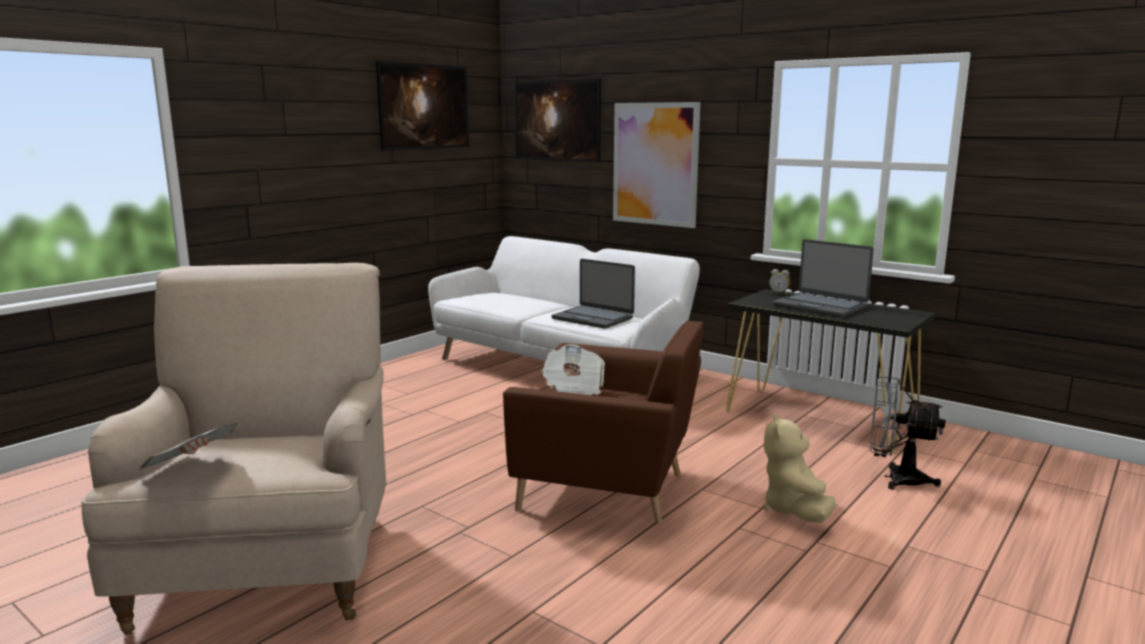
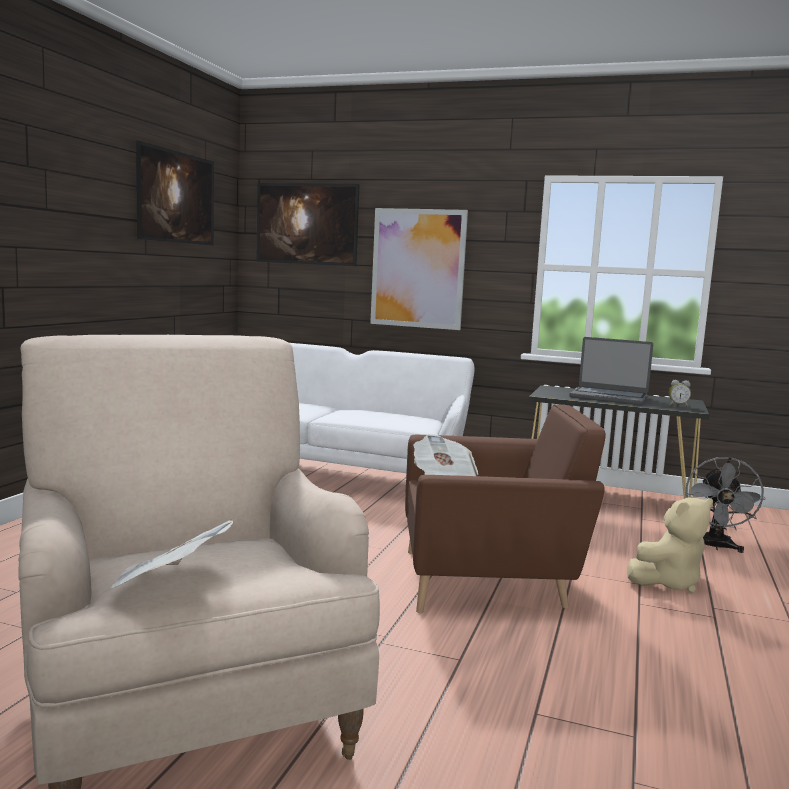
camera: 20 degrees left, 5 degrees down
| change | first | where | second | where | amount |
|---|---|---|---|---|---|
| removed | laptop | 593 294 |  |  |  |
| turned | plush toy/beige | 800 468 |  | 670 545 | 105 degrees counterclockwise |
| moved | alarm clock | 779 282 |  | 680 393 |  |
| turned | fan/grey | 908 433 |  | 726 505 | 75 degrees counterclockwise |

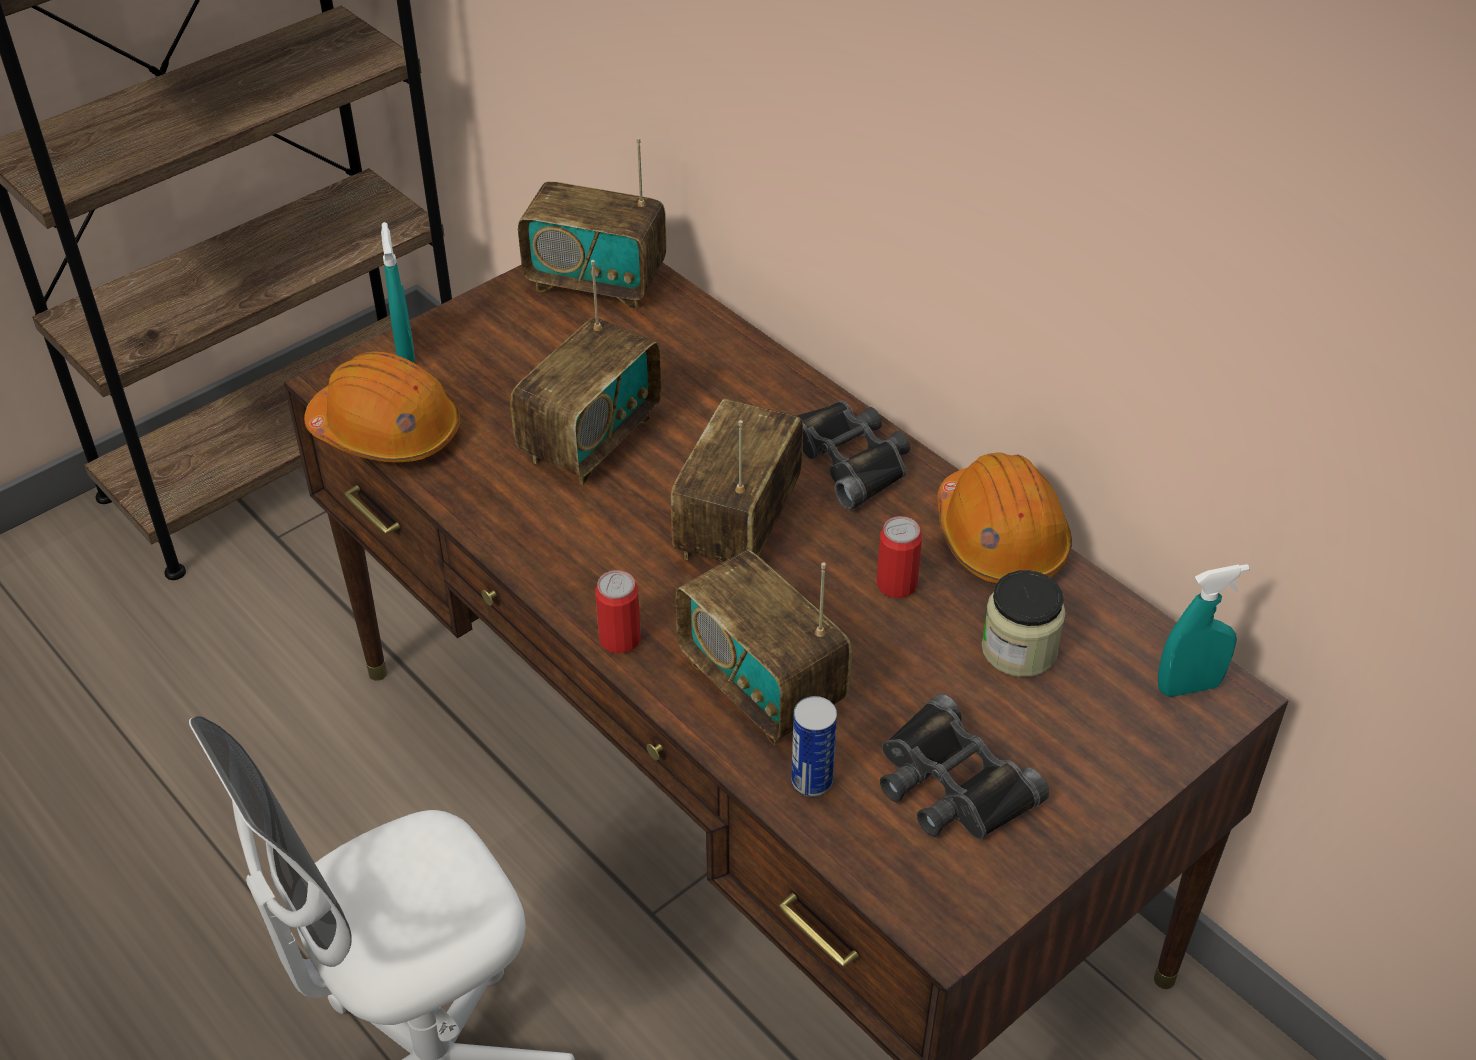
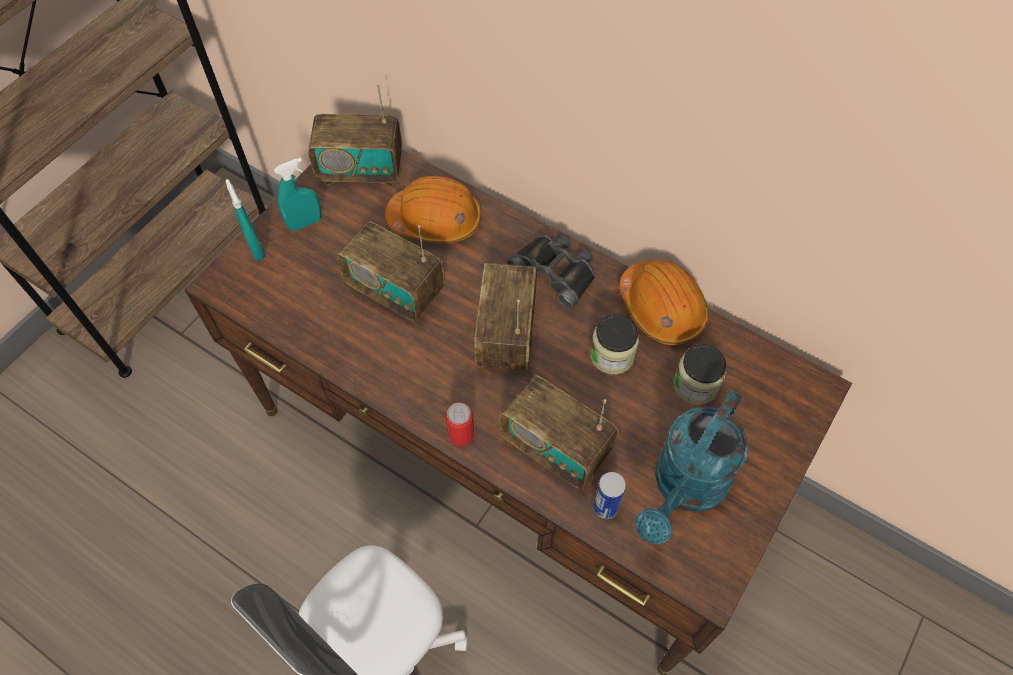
camera: 15 degrees left, 15 degrees up
| change | first | where | second | where | amount |
|---|---|---|---|---|---|
| moved | hard hat/orange | 382 407 |  | 433 209 |  |
| turned | radio | 585 372 |  | 391 272 | 105 degrees clockwise |
| replaced | can | 899 557 | jar | 614 344 |  |
| replaced | binoculars/black | 964 766 | watering can/turquoise | 691 467 |  |
| moved | spray bottle/turquoise | 1203 630 |  | 297 194 |  |

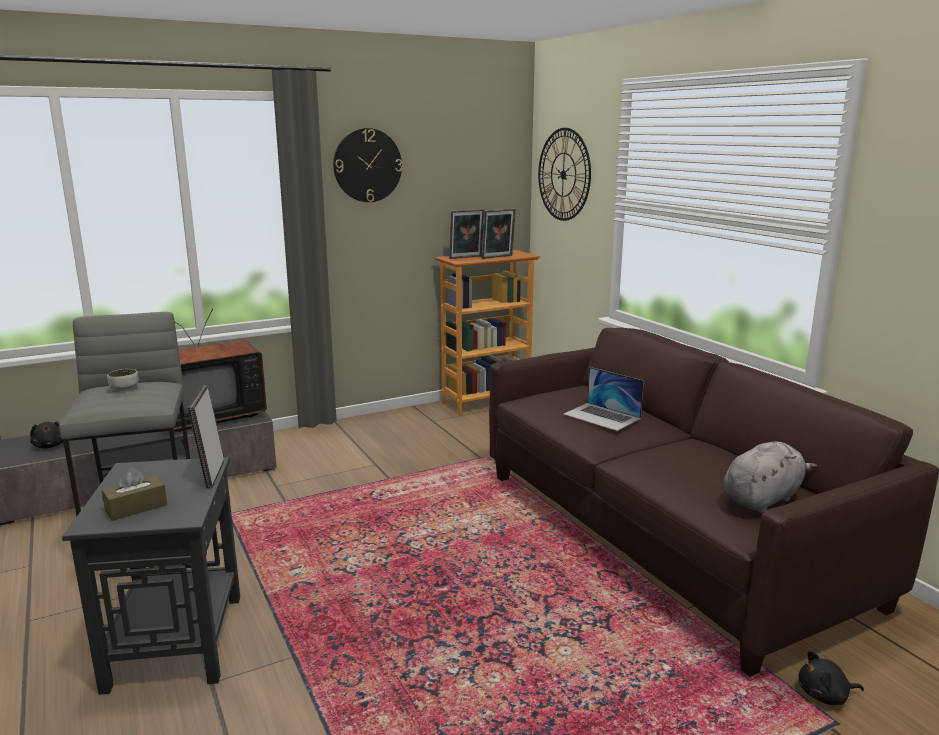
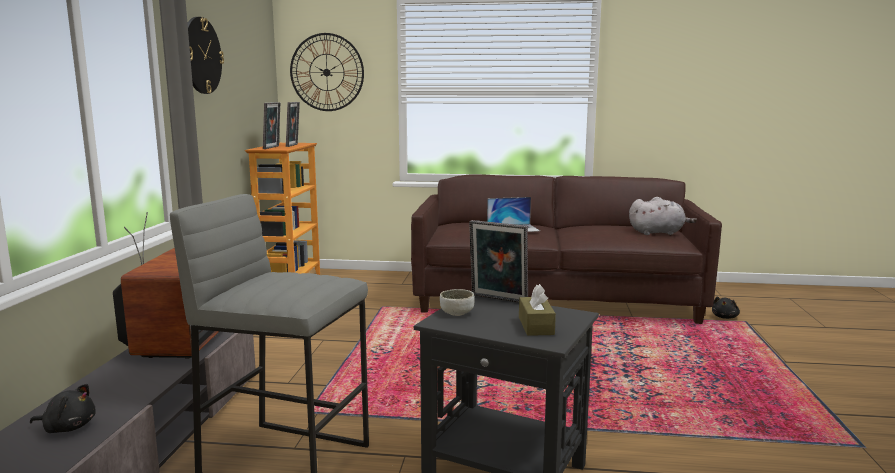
camera: 55 degrees left, 5 degrees down
| change | first | where | second | where | amount |
|---|---|---|---|---|---|
| moved | bowl | 123 380 |  | 457 302 |  |
| turned | plush toy/grey | 770 477 |  | 663 216 | 90 degrees clockwise |

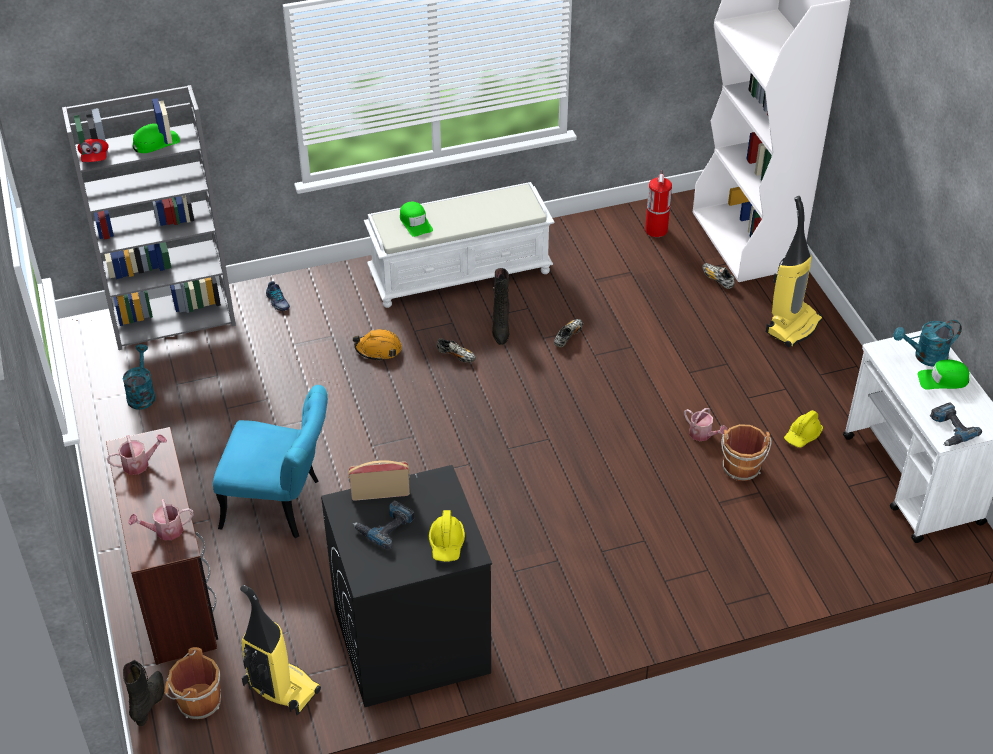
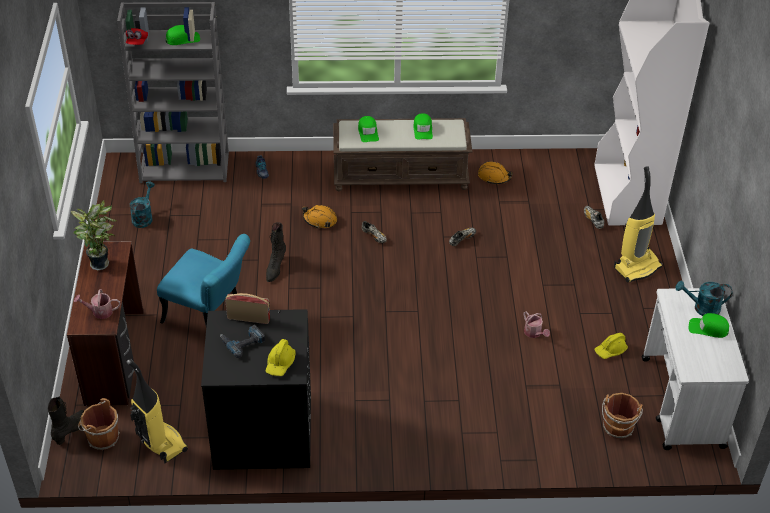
camera: 15 degrees right, 0 degrees up
| change | first | where | second | where | amount |
|---|---|---|---|---|---|
| replaced | watering can | 137 454 | potted plant | 94 235 |  |
| recoloured | bench/white | 459 245 | bench/brown | 402 154 |  |
| moved | boot/black | 501 306 |  | 276 252 |  |
| removed | fire extinguisher | 658 203 |  |  |  |
| moved | bucket/brown | 746 452 |  | 622 416 |  |
| removed | power drill | 956 424 |  |  |  |
| added |  |  | cap/green | 423 126 |  |
| added |  |  | hard hat/orange | 495 173 |  |

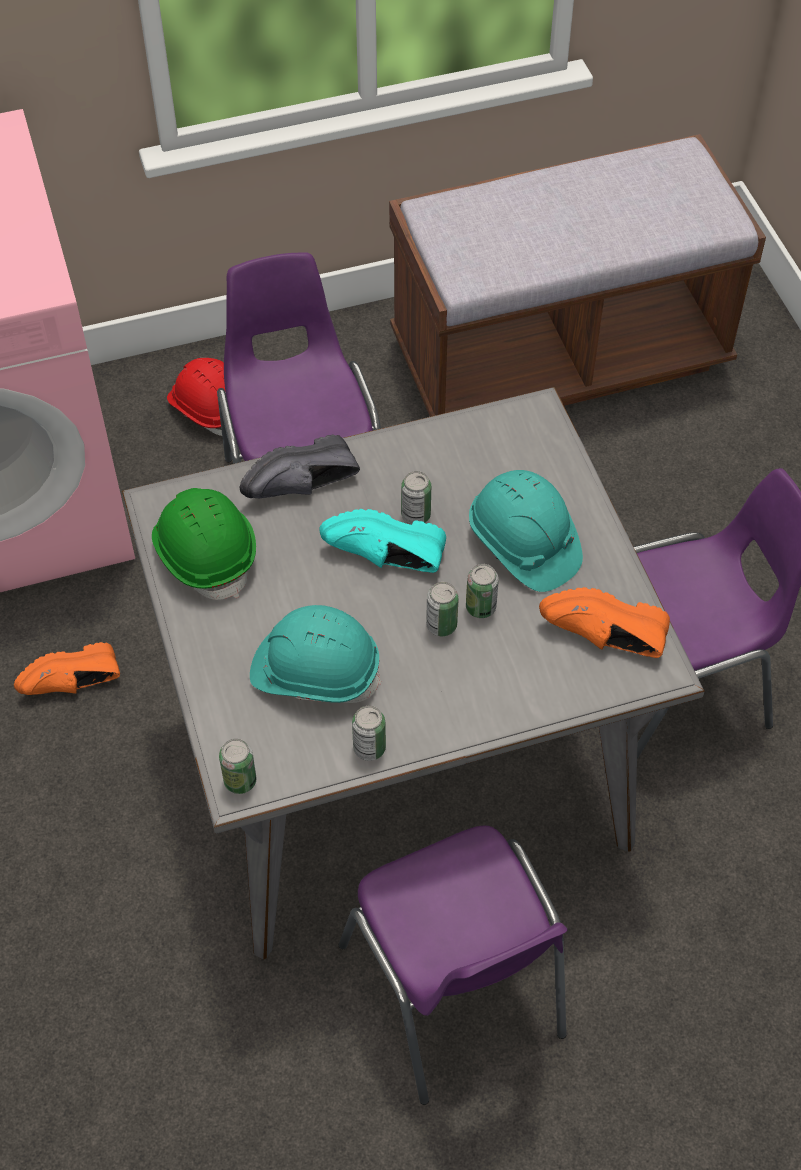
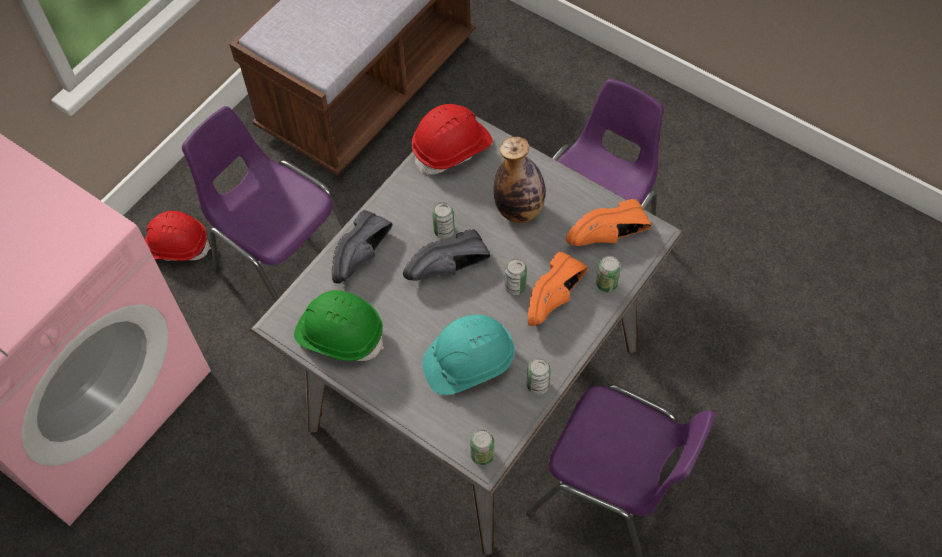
camera: 35 degrees left, 5 degrees up
| change | first | where | second | where | amount |
|---|---|---|---|---|---|
| moved | shoe/orange | 67 668 |  | 558 289 |  |
| recoloured | shoe/turquoise | 382 541 | shoe/black | 446 255 |  |
| moved | can | 482 591 |  | 608 274 |  |
| replaced | hard hat/turquoise | 526 531 | bottle | 519 180 |  |
| added |  |  | hard hat/red | 452 139 |  |

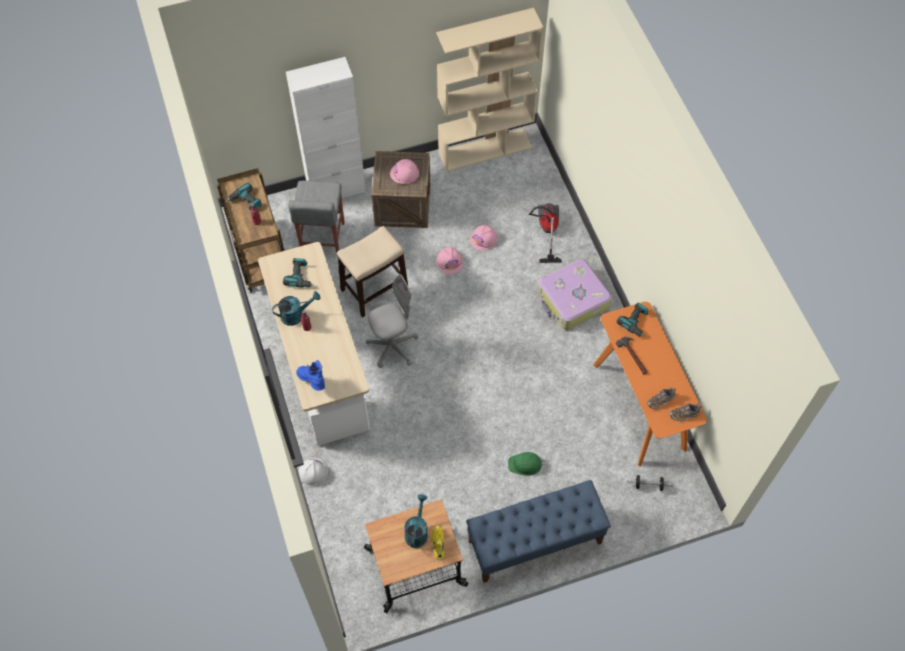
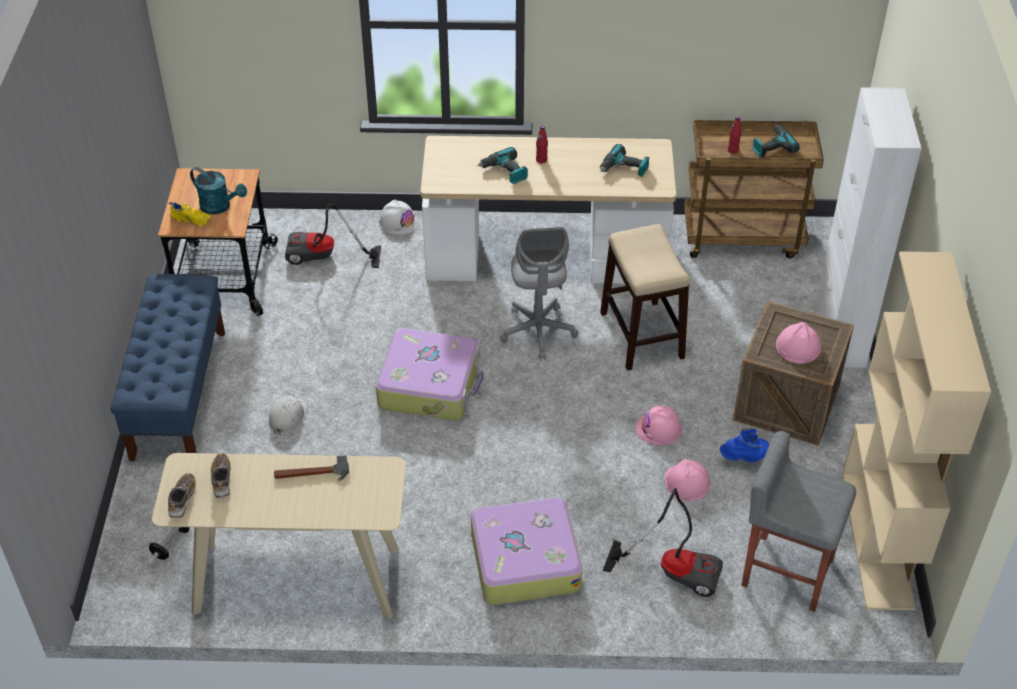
camera: 110 degrees right, 15 degrees down
| change | first | where | second | where | amount |
|---|---|---|---|---|---|
| removed | watering can/turquoise | 296 309 |  |  |  |
| moved | stool/grey | 316 217 |  | 798 521 |  |
| moved | boot/blue | 310 375 |  | 744 445 |  |
| recoloured | hard hat/green | 526 464 | hard hat/white | 288 415 |  |
| recoloured | console table/orange | 650 384 | console table/beige | 279 536 |  |
| moved | power drill | 632 320 |  | 502 165 |  |
| added |  |  | vacuum cleaner | 333 236 |  |
| added |  |  | suitcase | 430 374 |  |

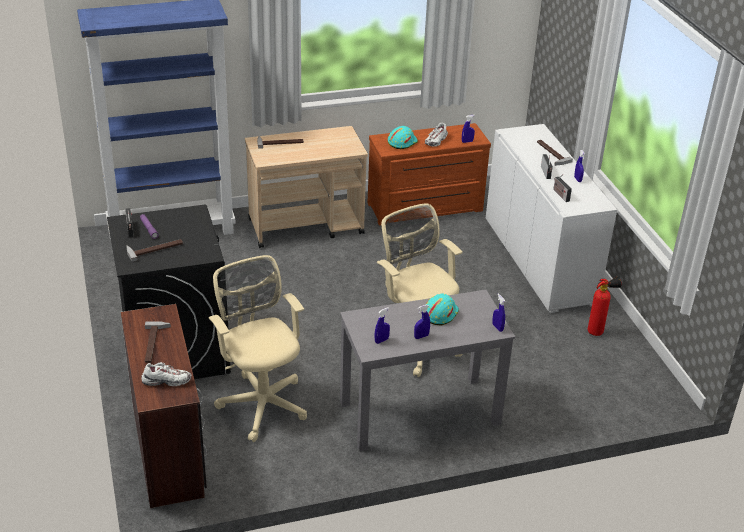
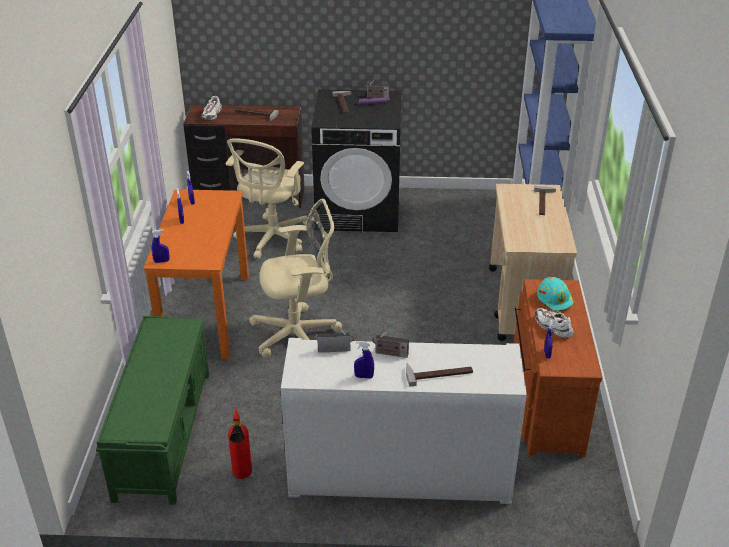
camera: 110 degrees right, 0 degrees up
| change | first | where | second | where | amount |
|---|---|---|---|---|---|
| turned | office chair/beige | 258 348 |  | 269 198 | 120 degrees clockwise |
| recoloured | desk/grey | 427 371 | desk/orange | 196 274 |  |
| removed | hard hat/turquoise | 440 309 |  |  |  |
| added |  |  | bench/green | 152 410 |  |

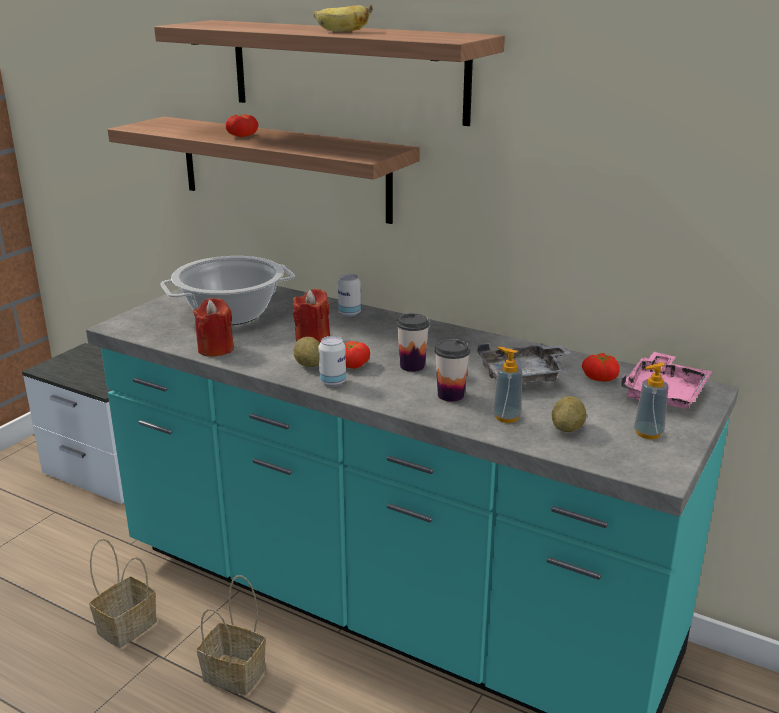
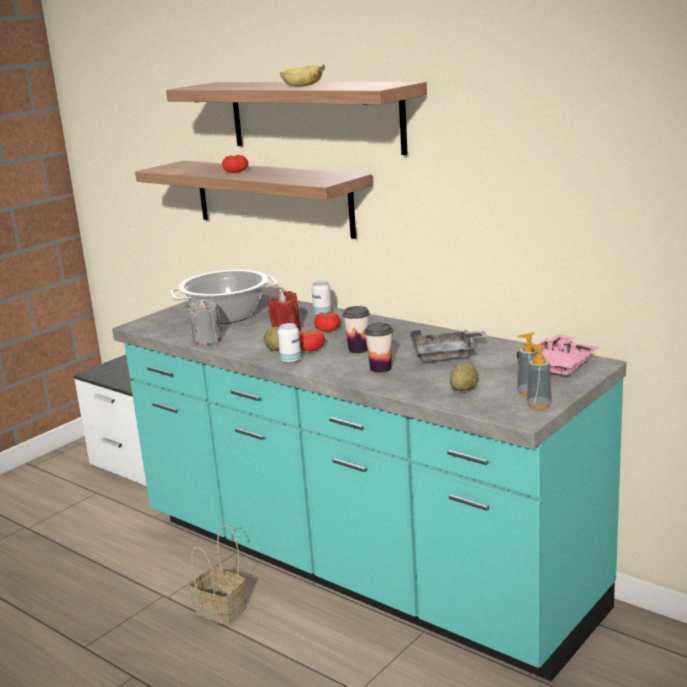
camera: 10 degrees right, 5 degrees down
| change | first | where | second | where | amount |
|---|---|---|---|---|---|
| removed | basket | 123 593 |  |  |  |
| recoloured | candle/red | 213 327 | candle/grey | 205 322 |  |
| moved | soap dispenser | 507 385 |  | 539 376 |  |
| moved | tomato | 601 367 |  | 327 322 |  |

